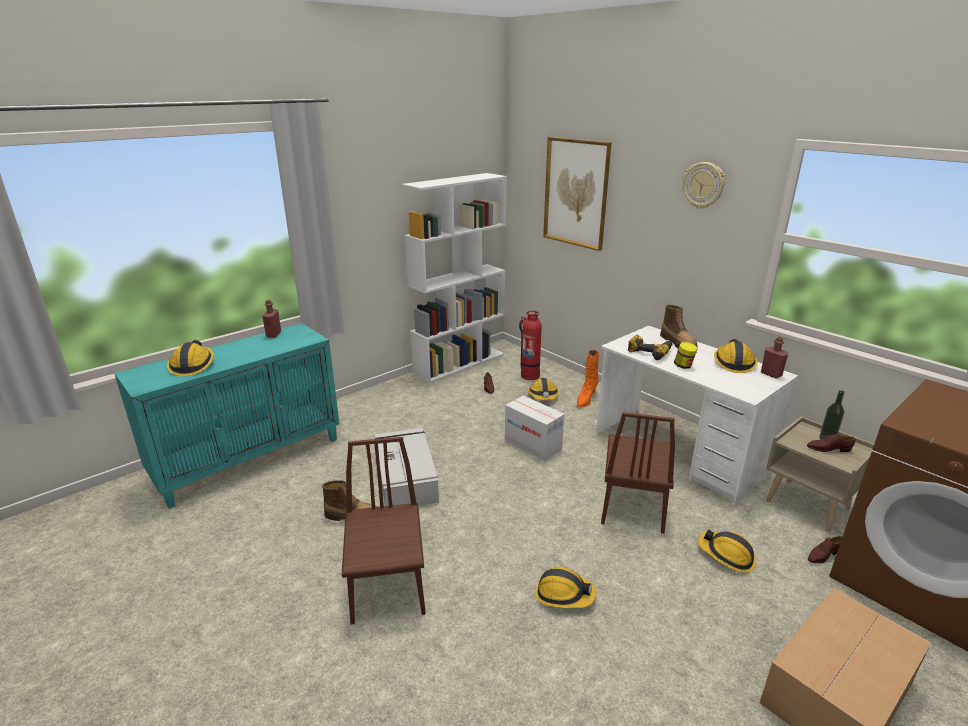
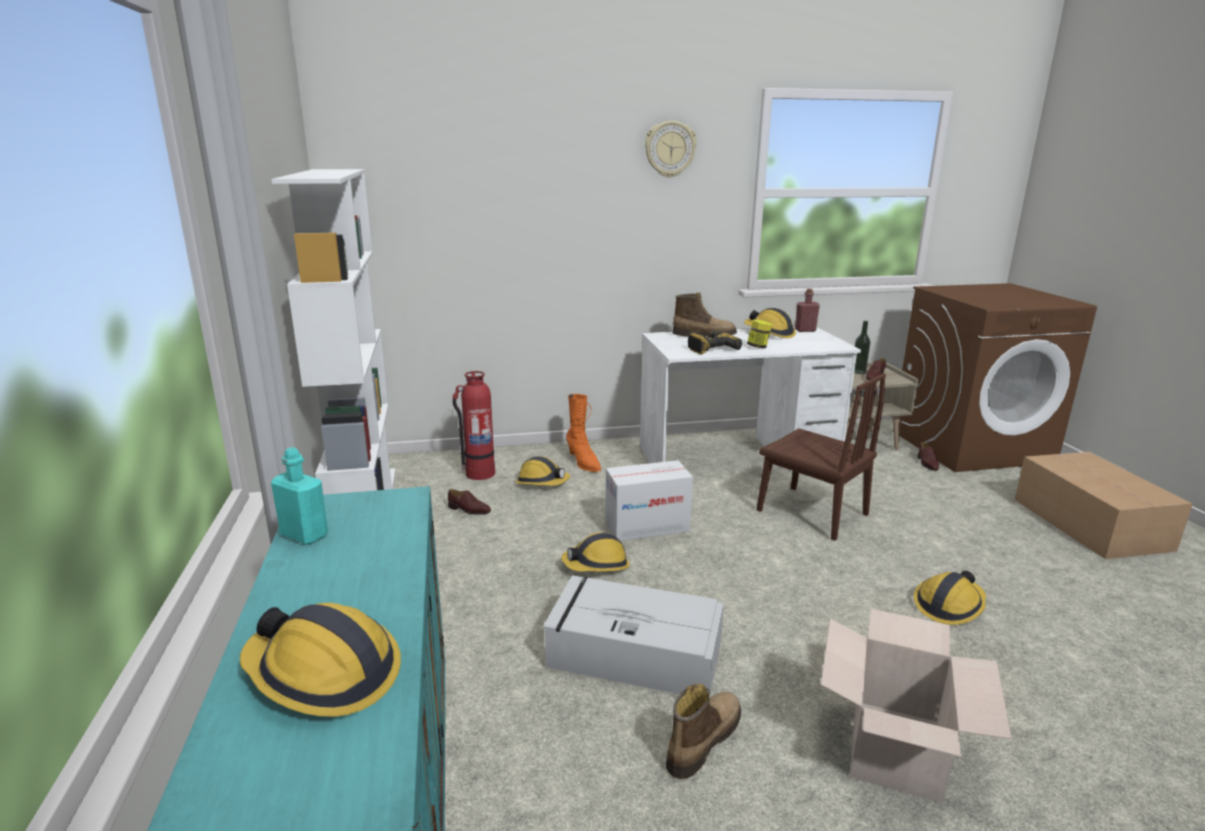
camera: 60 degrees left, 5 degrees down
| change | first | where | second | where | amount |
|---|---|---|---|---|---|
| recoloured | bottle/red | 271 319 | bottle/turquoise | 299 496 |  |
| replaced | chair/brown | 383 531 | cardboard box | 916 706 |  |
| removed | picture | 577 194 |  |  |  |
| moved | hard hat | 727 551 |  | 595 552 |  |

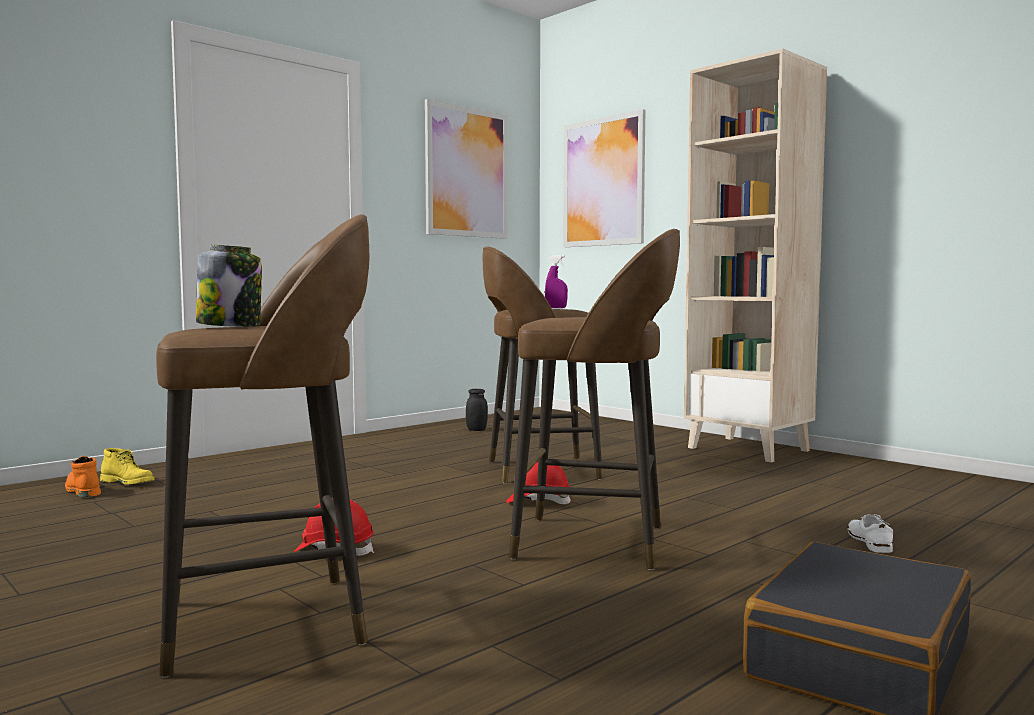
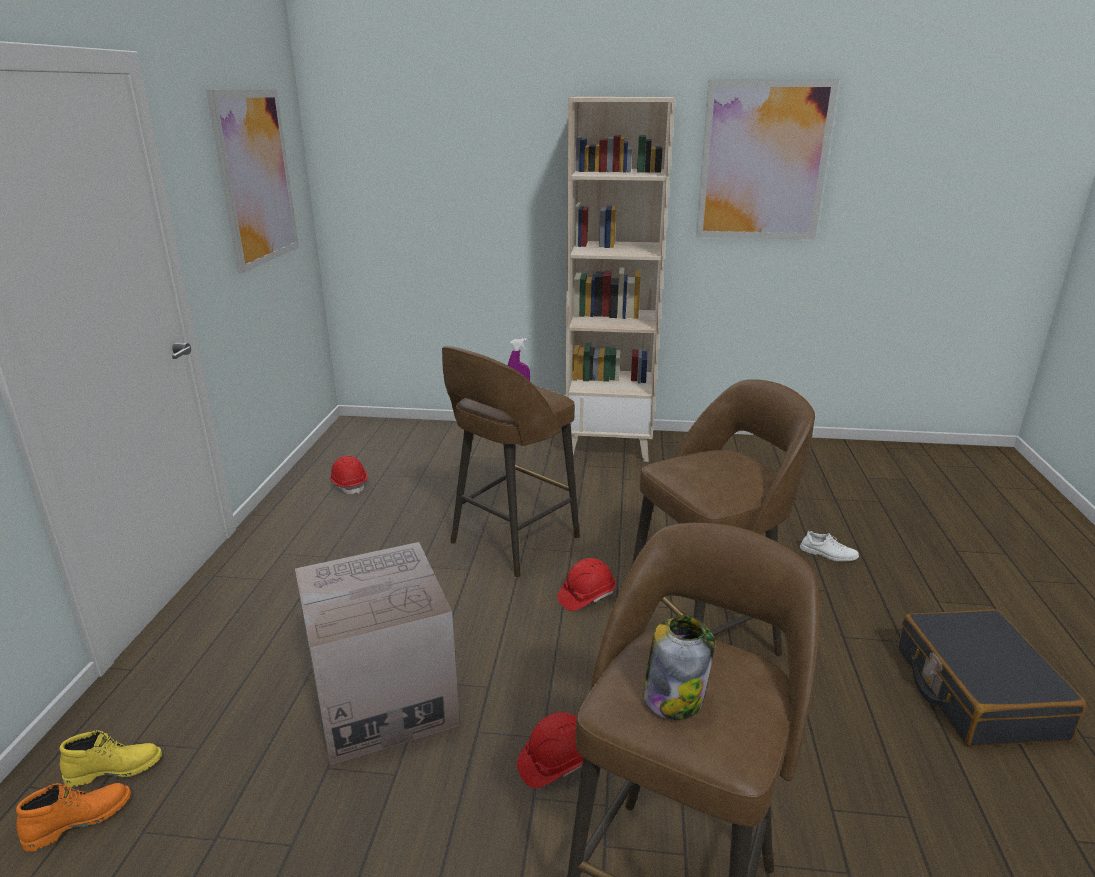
camera: 40 degrees left, 20 degrees up
| change | first | where | second | where | amount |
|---|---|---|---|---|---|
| turned | boot/orange | 83 476 |  | 73 817 | 135 degrees clockwise |
| replaced | jar/black | 477 410 | hard hat/red | 348 475 |  |
| moved | picture | 604 178 |  | 767 159 |  |
| turned | shoe/white | 870 533 |  | 829 546 | 150 degrees clockwise |
| added |  |  | cardboard box | 377 653 |  |

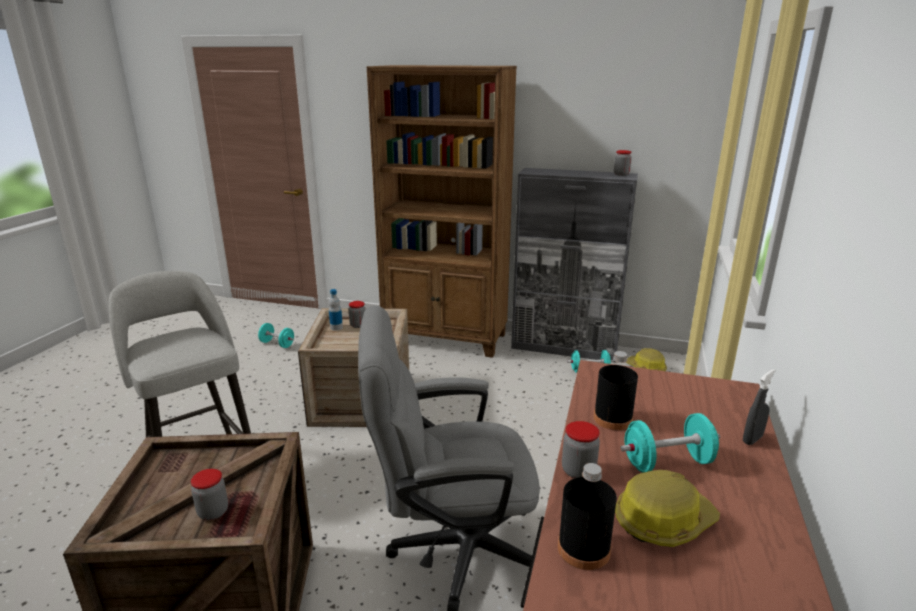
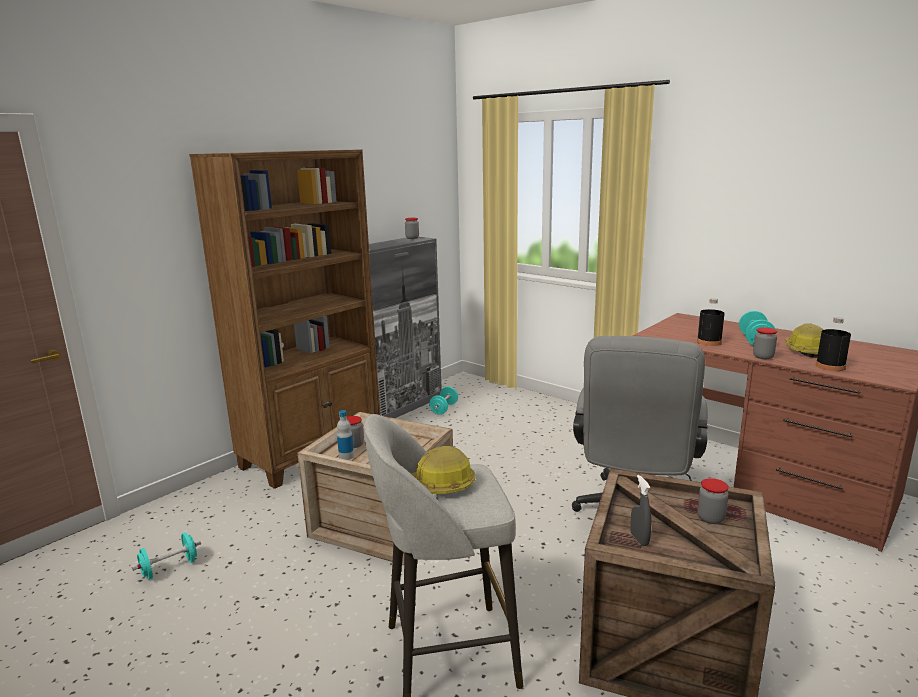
camera: 65 degrees left, 5 degrees down
| change | first | where | second | where | amount |
|---|---|---|---|---|---|
| moved | hard hat | 646 359 |  | 443 470 |  |
| moved | spray bottle/grey | 759 407 |  | 641 510 |  |

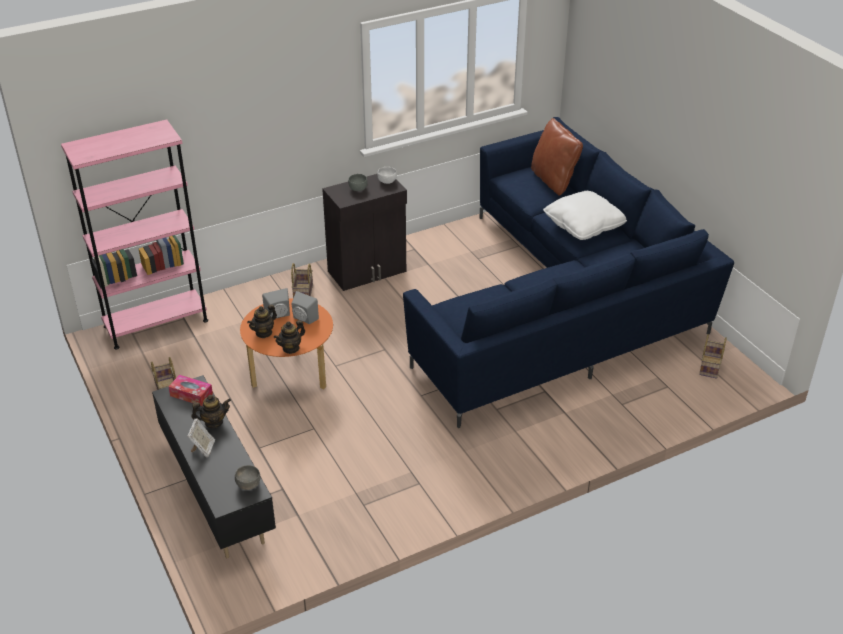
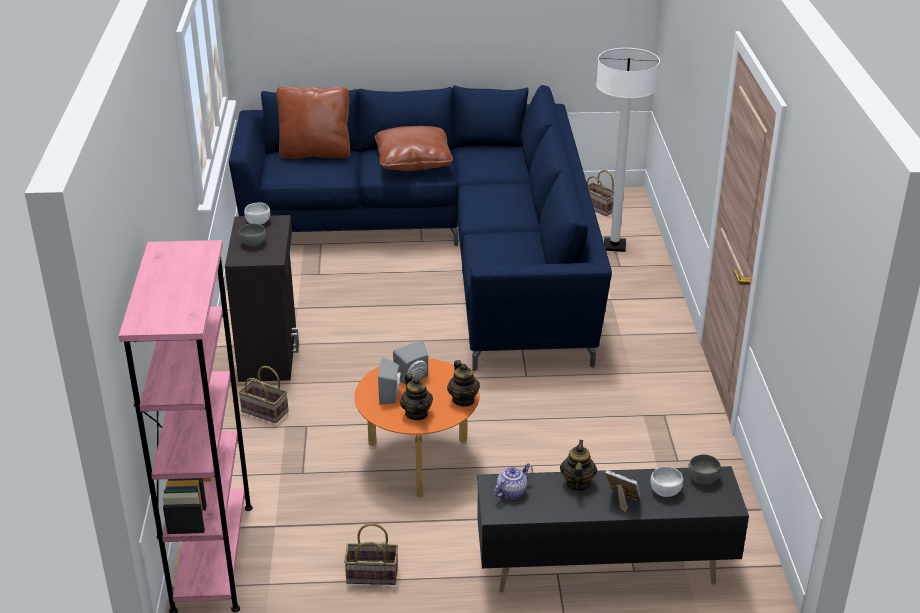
camera: 65 degrees left, 5 degrees down
| change | first | where | second | where | amount |
|---|---|---|---|---|---|
| replaced | tissue box | 190 390 | teapot | 512 481 |  |
| recoloured | pillow/white | 585 215 | pillow/brown | 414 148 |  |
| added |  |  | floor lamp/white | 628 150 |  |
| added |  |  | bowl/white | 666 481 |  |

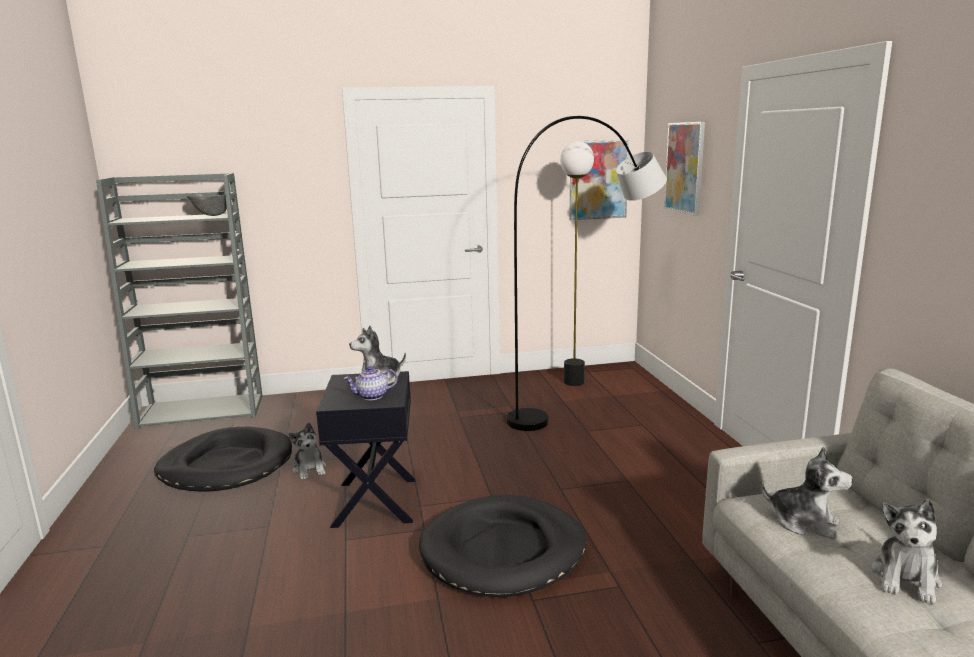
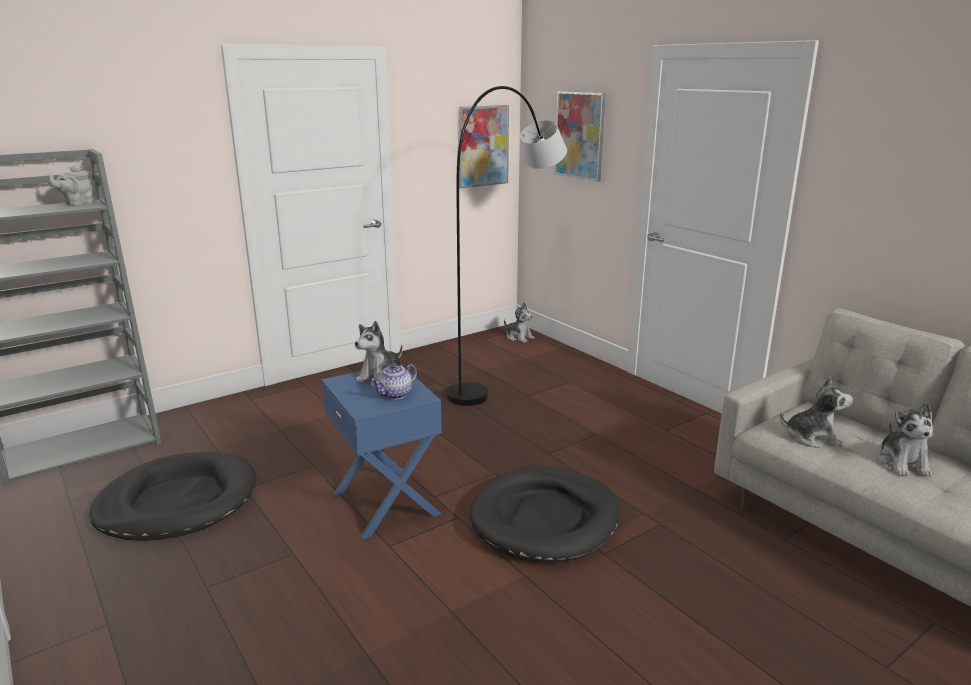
camera: 25 degrees left, 5 degrees up
| change | first | where | second | where | amount |
|---|---|---|---|---|---|
| replaced | bowl/grey | 210 204 | teapot/grey | 71 185 |  |
| moved | plush toy | 307 451 |  | 519 323 |  |
| recoloured | side table/black | 365 449 | side table/blue | 382 452 |  |
| removed | floor lamp | 577 263 |  |  |  |

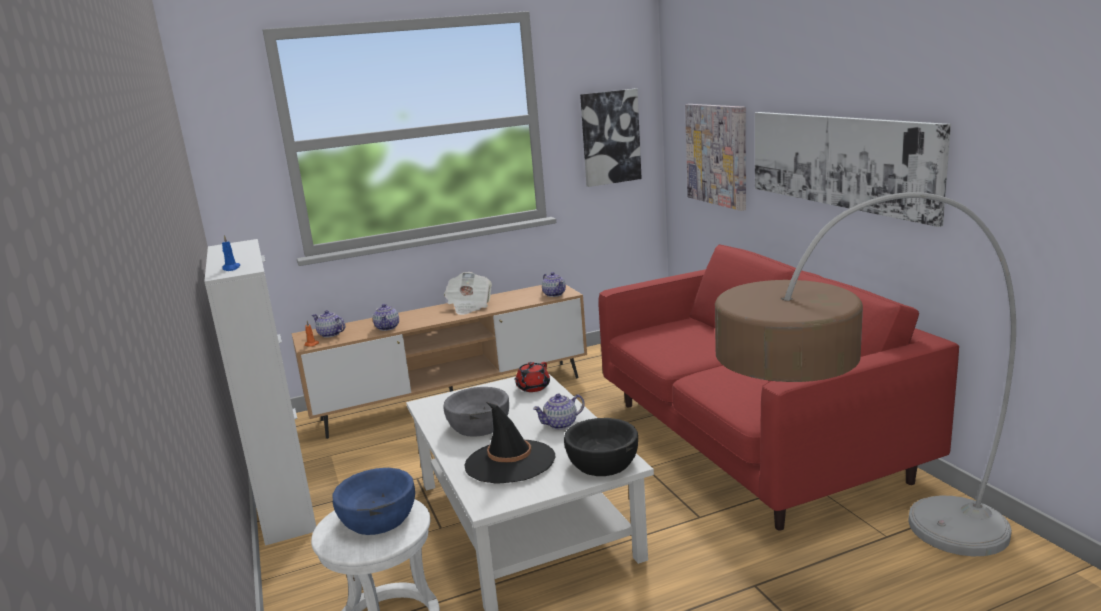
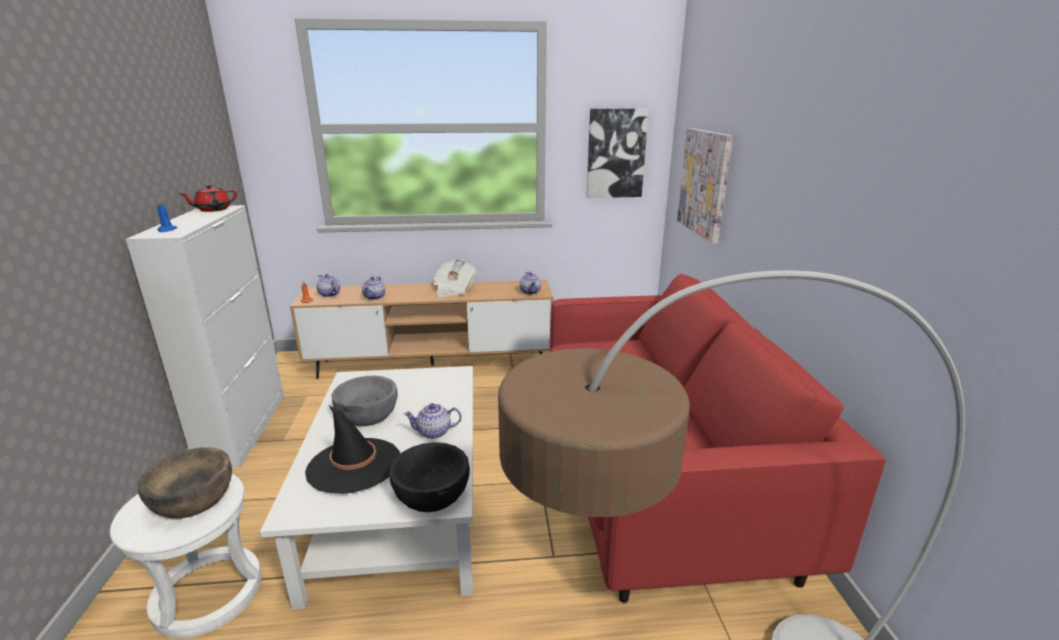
camera: 15 degrees right, 5 degrees up
| change | first | where | second | where | amount |
|---|---|---|---|---|---|
| recoloured | bowl/blue | 373 501 | bowl/brown | 184 483 |  |
| moved | teapot/red | 532 377 |  | 207 198 |  |
| removed | picture | 853 169 |  |  |  |

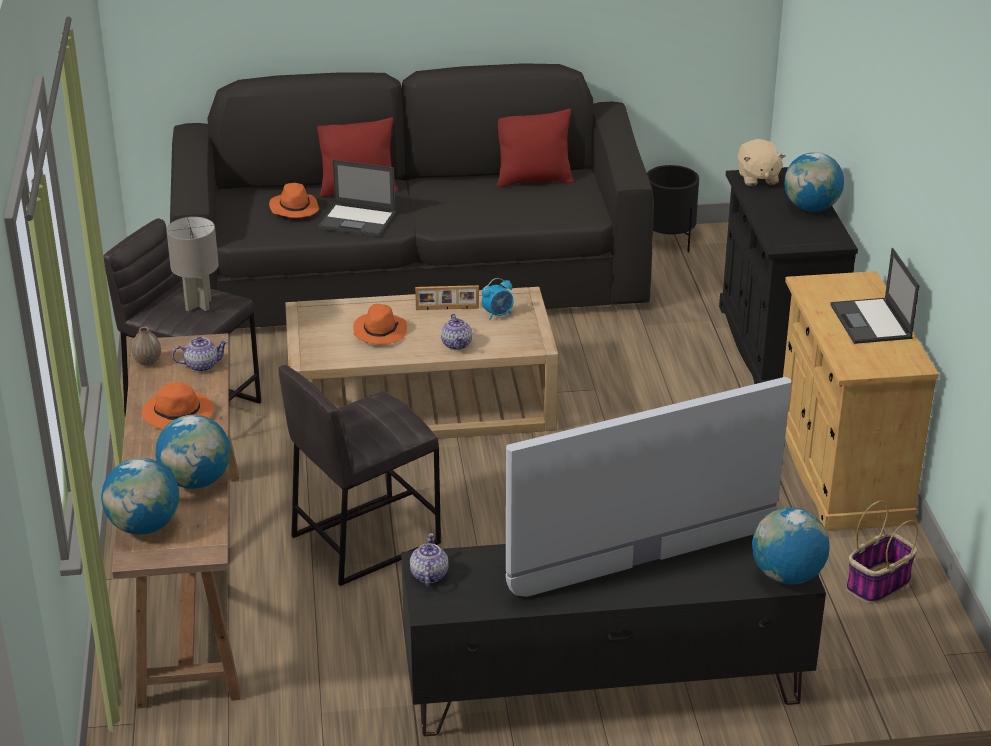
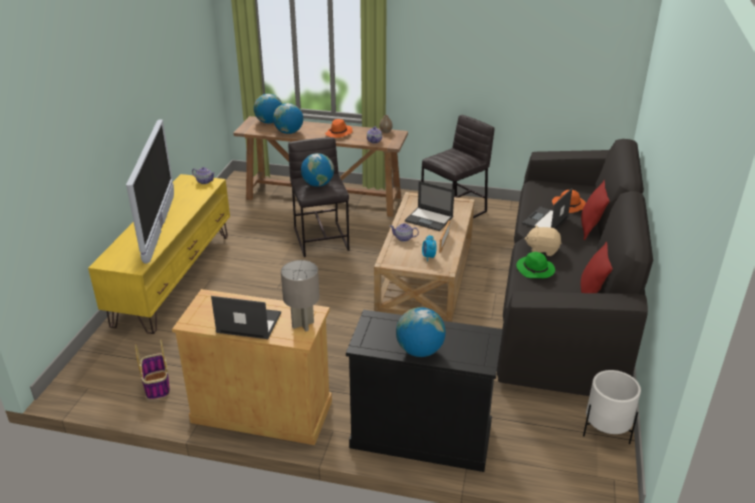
camera: 110 degrees right, 0 degrees up
| change | first | where | second | where | amount |
|---|---|---|---|---|---|
| moved | table lamp/grey | 192 264 |  | 300 295 |  |
| replaced | hat/orange | 380 324 | laptop | 430 206 |  |
| recoloured | tv stand/black | 613 635 | tv stand/yellow | 159 254 |  |
| recoloured | planter/black | 673 209 | planter/white | 612 407 |  |
| moved | plush toy/beige | 762 162 |  | 543 240 |  |
| moved | globe | 791 546 |  | 317 170 |  |
| added |  |  | hat/green | 535 265 |  |

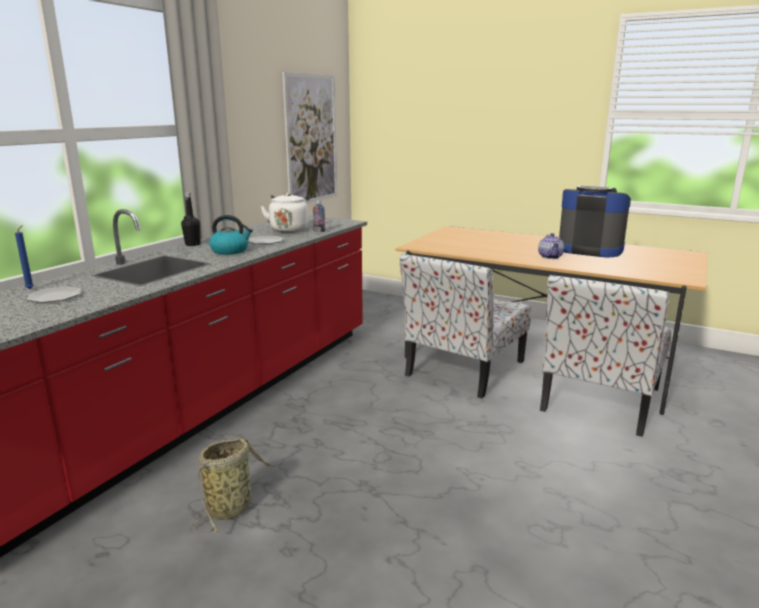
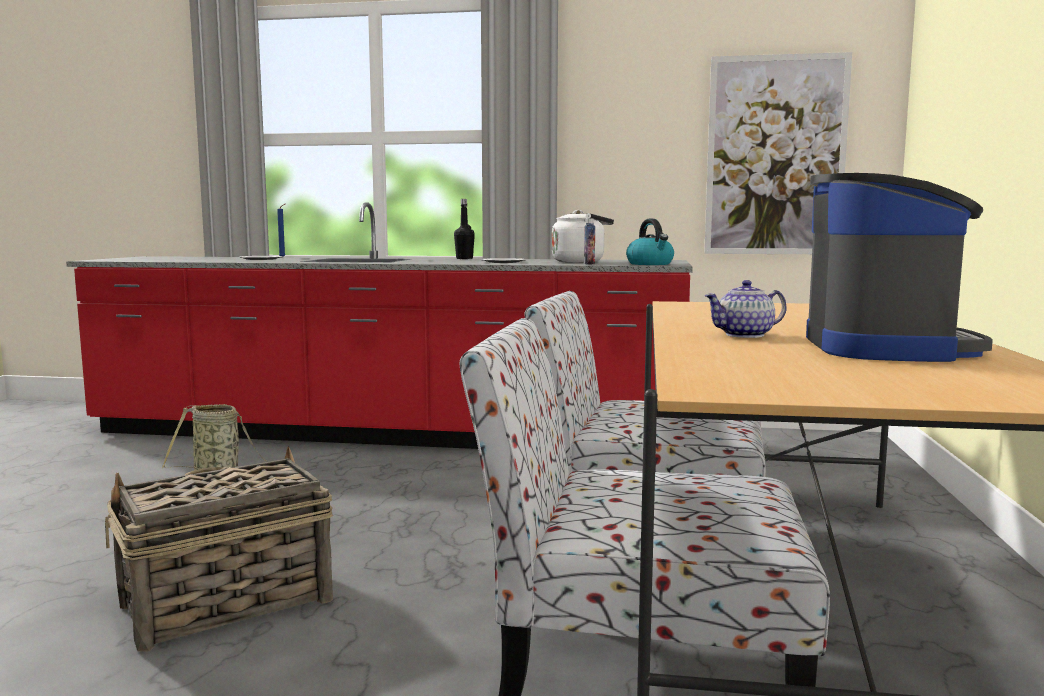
camera: 70 degrees right, 10 degrees down
| change | first | where | second | where | amount |
|---|---|---|---|---|---|
| moved | kettle | 231 235 |  | 650 242 |  |
| added |  |  | basket | 219 549 |  |

